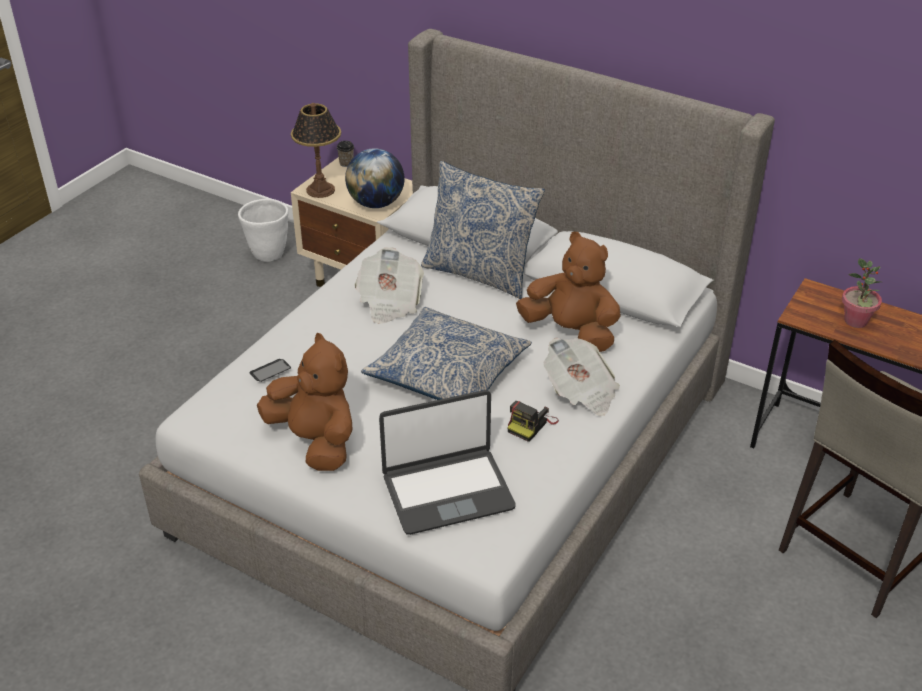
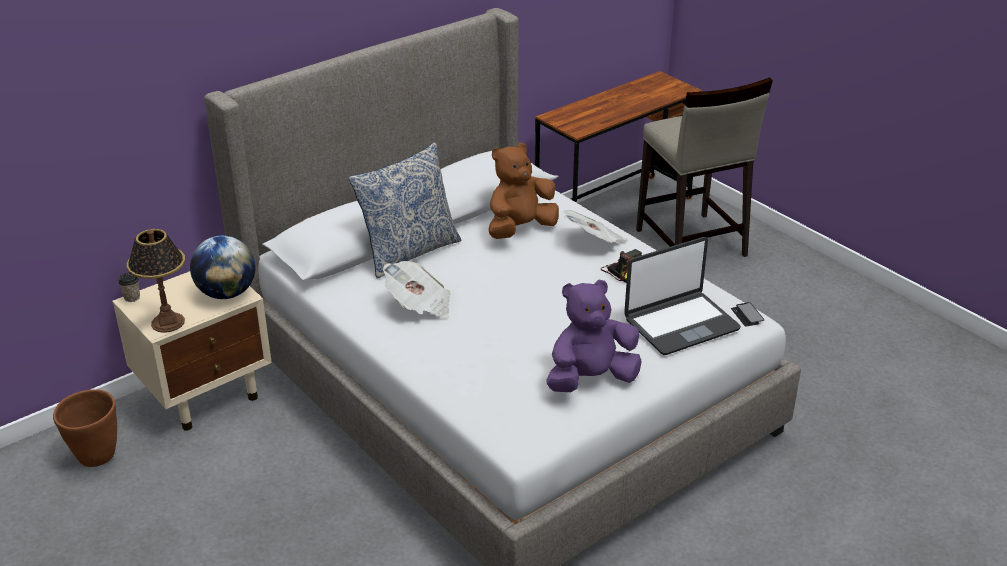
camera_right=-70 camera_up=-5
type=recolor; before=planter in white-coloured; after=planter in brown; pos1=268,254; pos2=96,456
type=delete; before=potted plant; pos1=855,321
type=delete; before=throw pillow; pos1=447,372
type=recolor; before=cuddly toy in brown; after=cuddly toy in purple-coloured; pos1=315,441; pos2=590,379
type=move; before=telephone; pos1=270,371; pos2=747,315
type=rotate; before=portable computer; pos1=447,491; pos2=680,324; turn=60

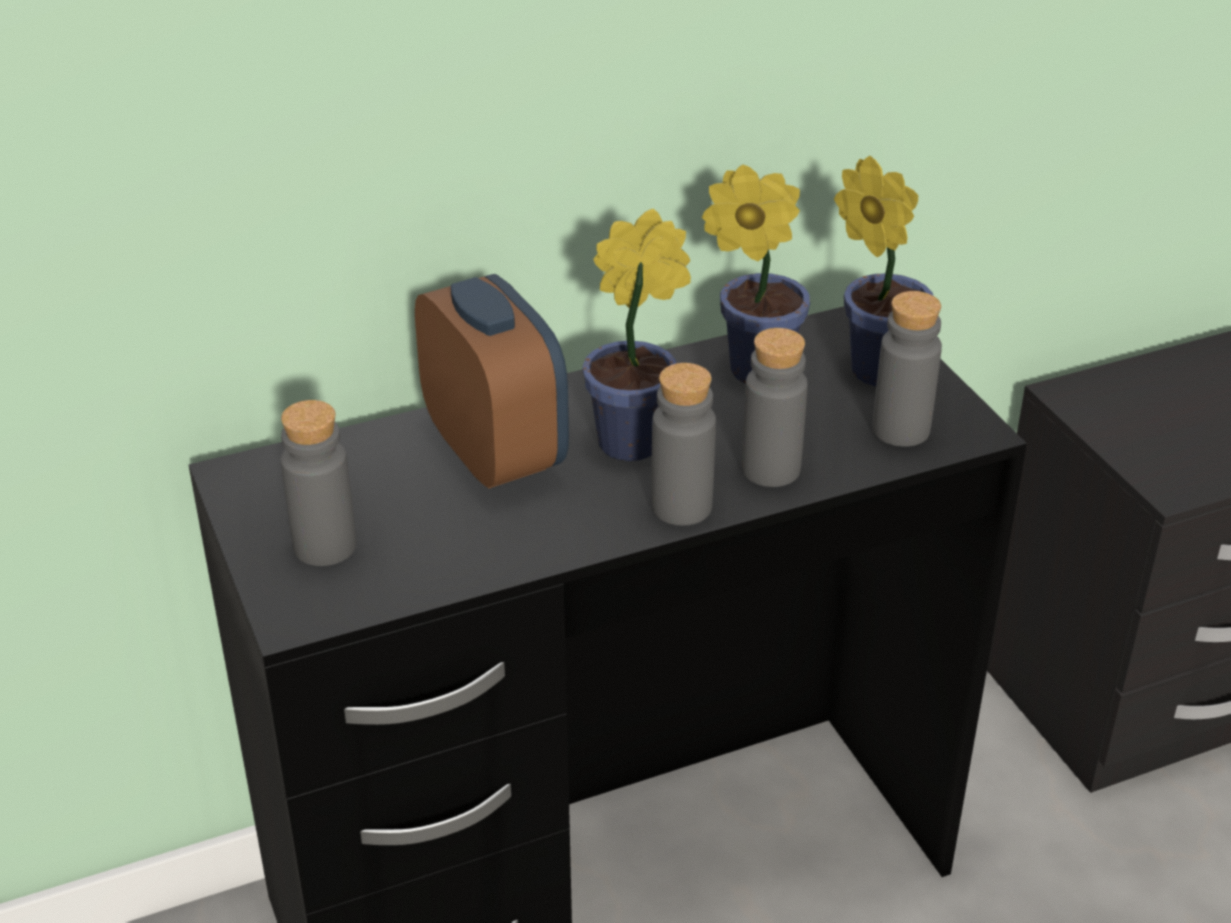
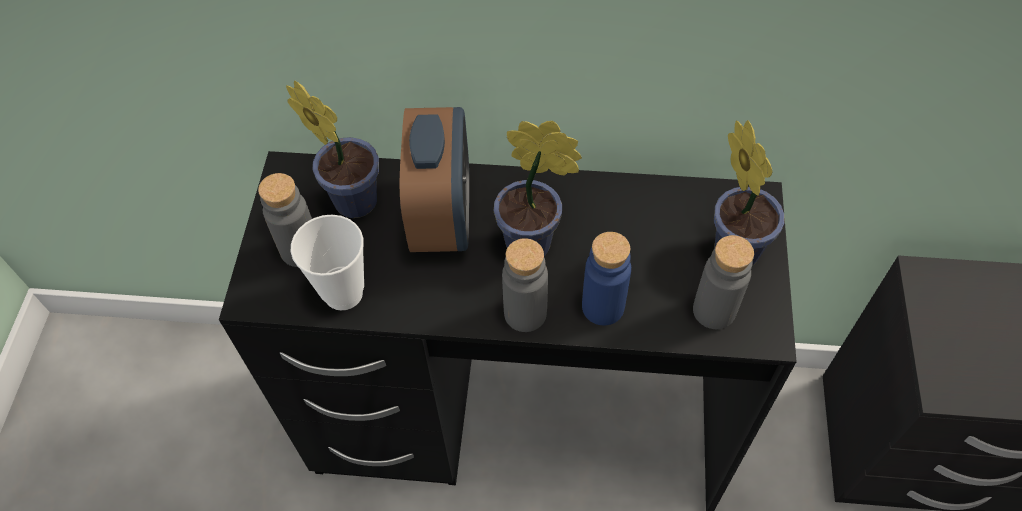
camera_right=30 camera_up=20
type=move; before=potted plant; pos1=751,370; pos2=351,198
type=recolor; before=drink bottle in gray; after=drink bottle in blue-coloured; pos1=770,469; pos2=603,307
type=insert; after=small cup; pos2=343,293

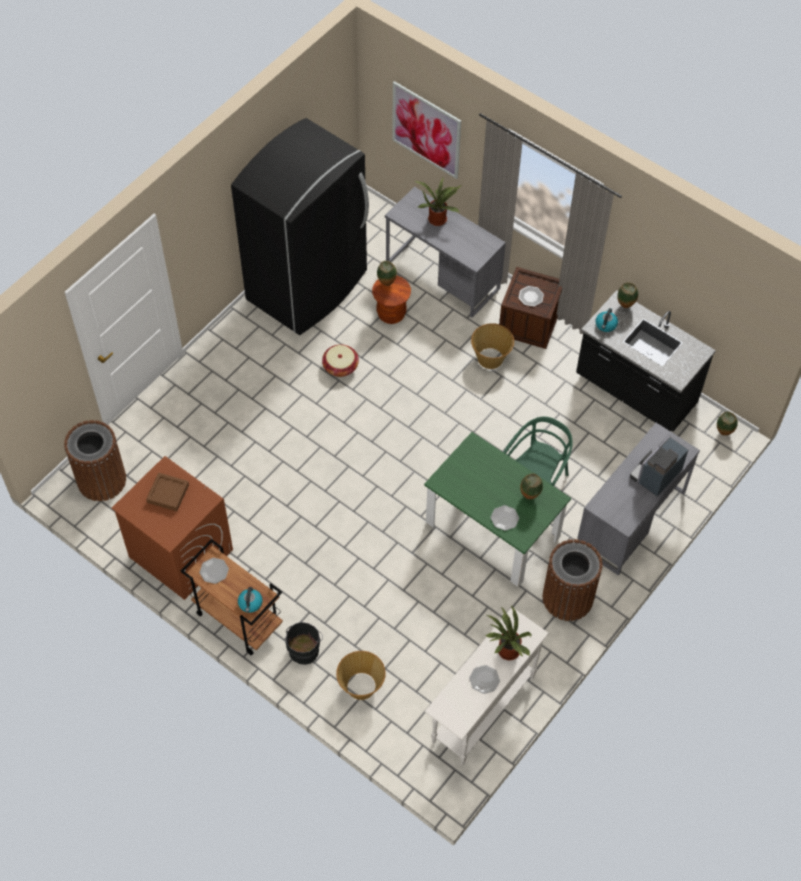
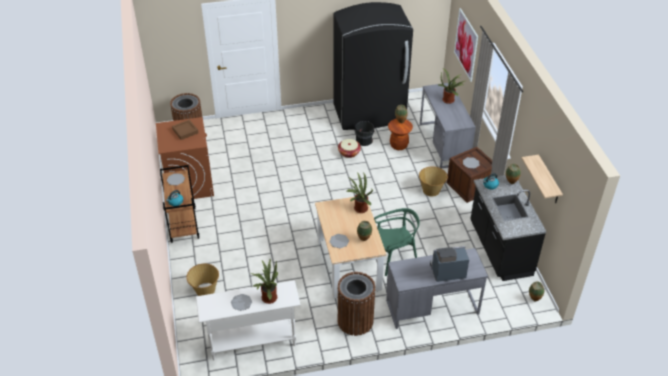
camera_right=40 camera_up=-15
type=recolor; before=kitchen table in greenish; after=kitchen table in sand-coloured; pos1=492,530; pos2=348,264
type=move; before=pail in black-coloured; pos1=304,649; pos2=365,140
type=insert; after=wall shelf; pos2=548,180
type=insert; after=potted plant; pos2=359,209

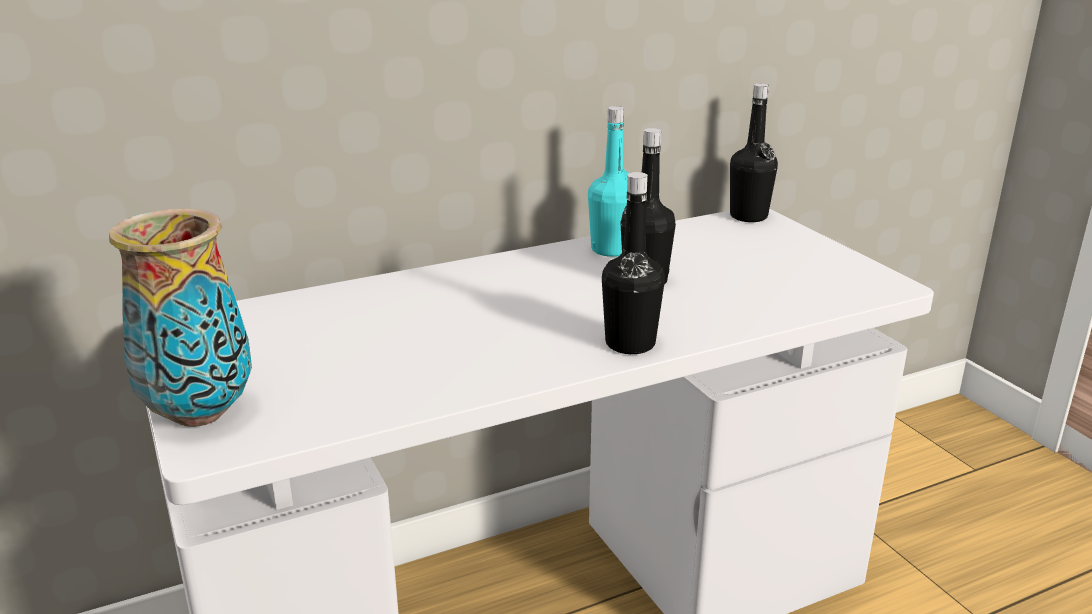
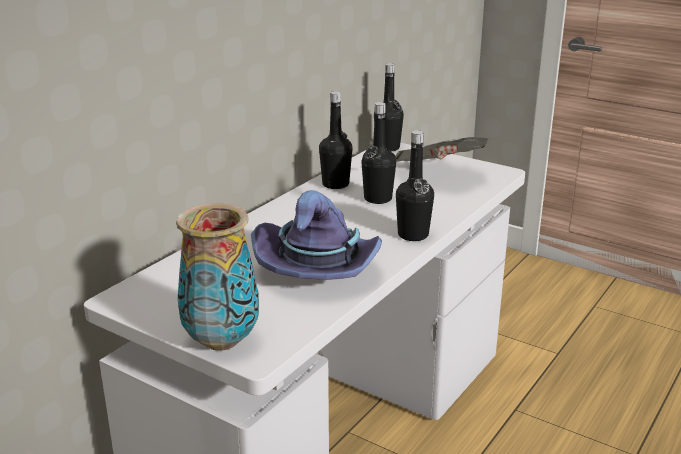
camera_right=-30 camera_up=0
type=recolor; before=drink bottle in turquoise; after=drink bottle in black-coloured; pos1=611,249; pos2=335,184
type=insert; after=printed paper; pos2=437,175
type=insert; after=clothing hat in purple-coloured; pos2=319,268

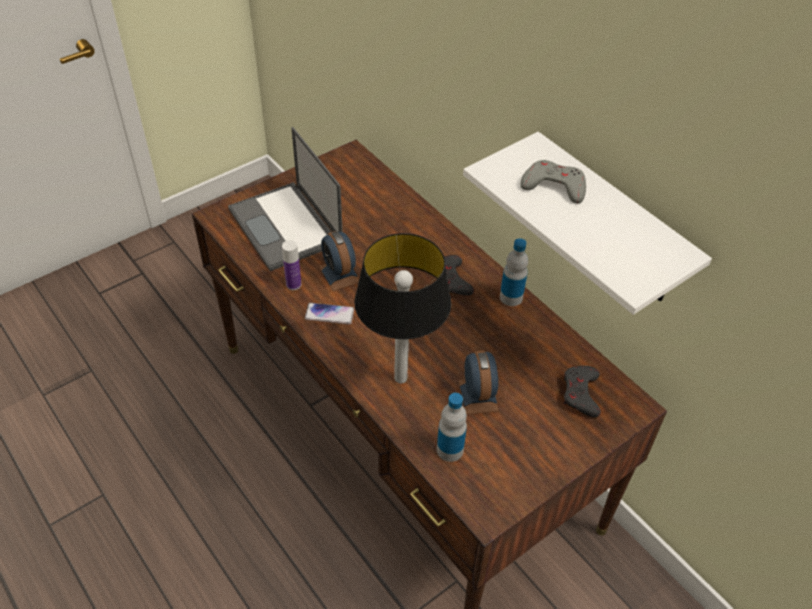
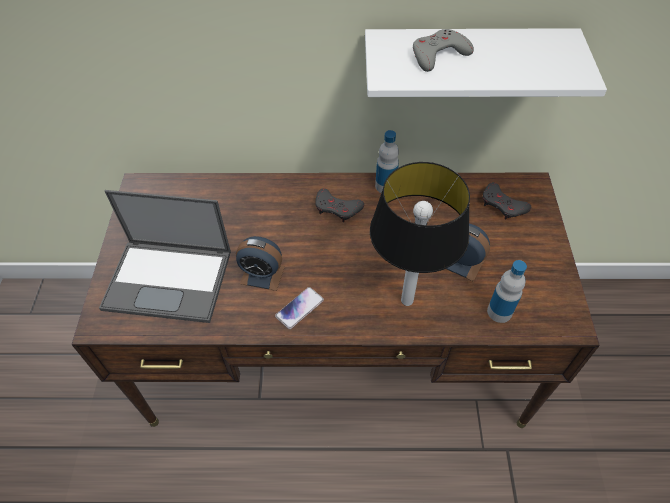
camera_right=-50 camera_up=5
type=delete; before=drink bottle; pos1=293,284

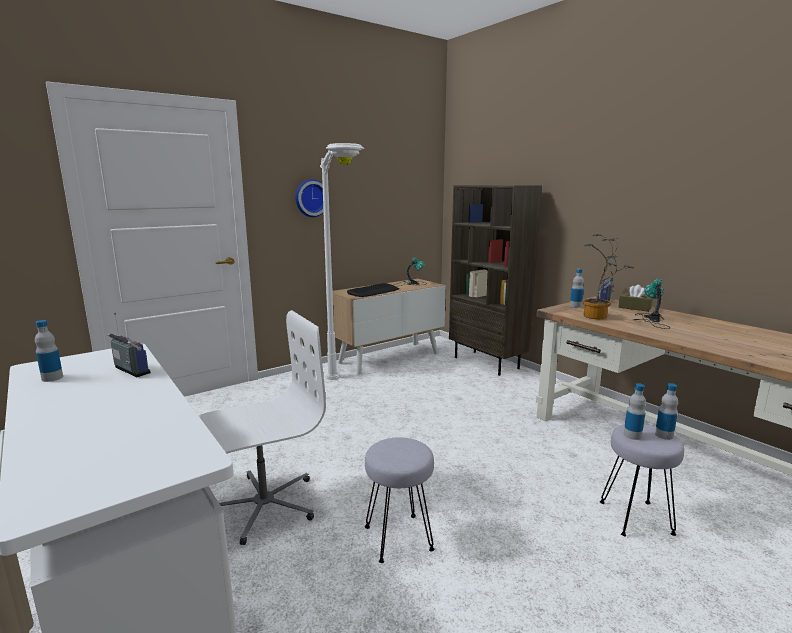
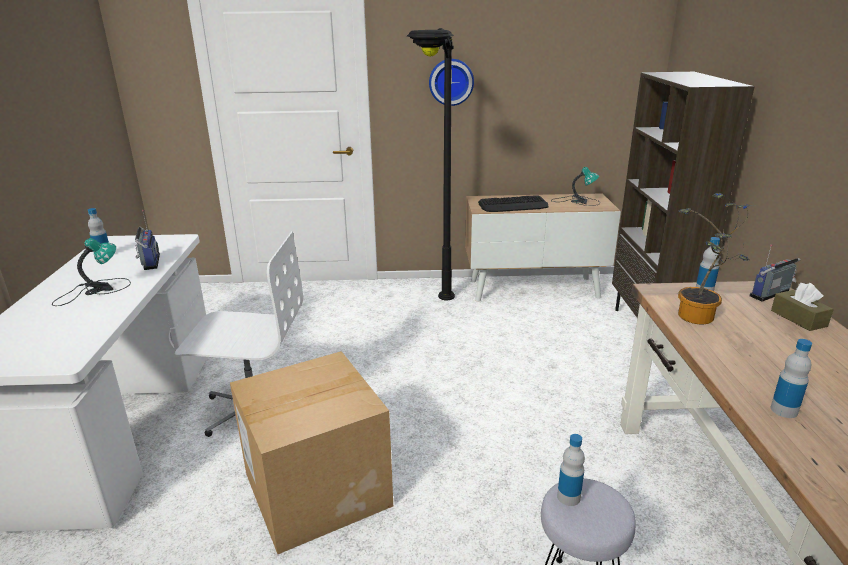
camera_right=35 camera_up=10
type=recolor; before=floor lamp in white-coloured; after=floor lamp in black-coloured; pos1=345,395; pos2=436,322
type=move; before=table lamp; pos1=651,320; pos2=94,290
type=move; before=drink bottle; pos1=664,435; pos2=784,410
type=replace; before=sitting stool in gray; after=packing box; pos1=399,538; pos2=317,489

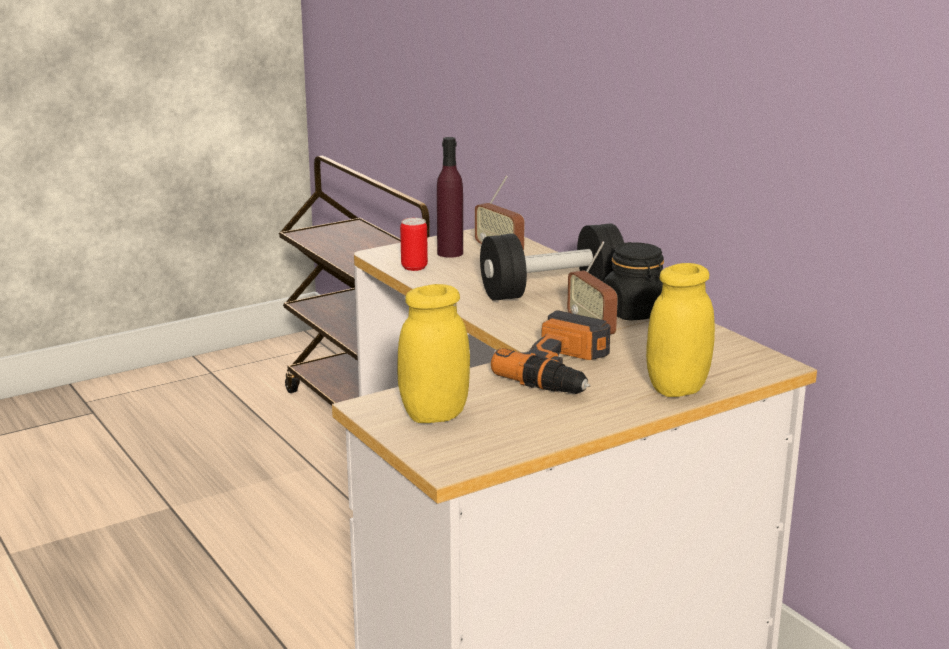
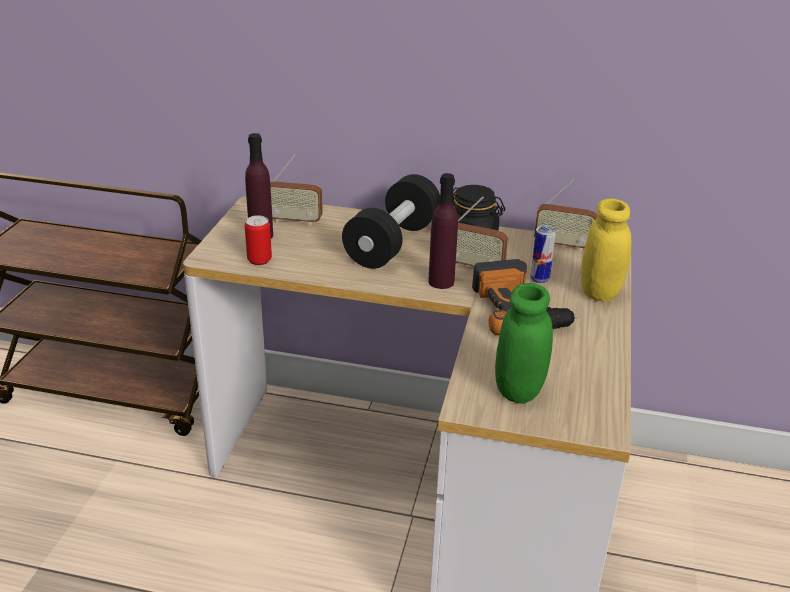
camera_right=-45 camera_up=10
type=recolor; before=preserve jar in yellowish; after=preserve jar in greenish; pos1=434,415; pos2=519,390
type=insert; after=drink bottle in purple-coloured; pos2=441,282
type=insert; after=radio receiver; pos2=562,245
type=insert; after=metal can; pos2=539,280

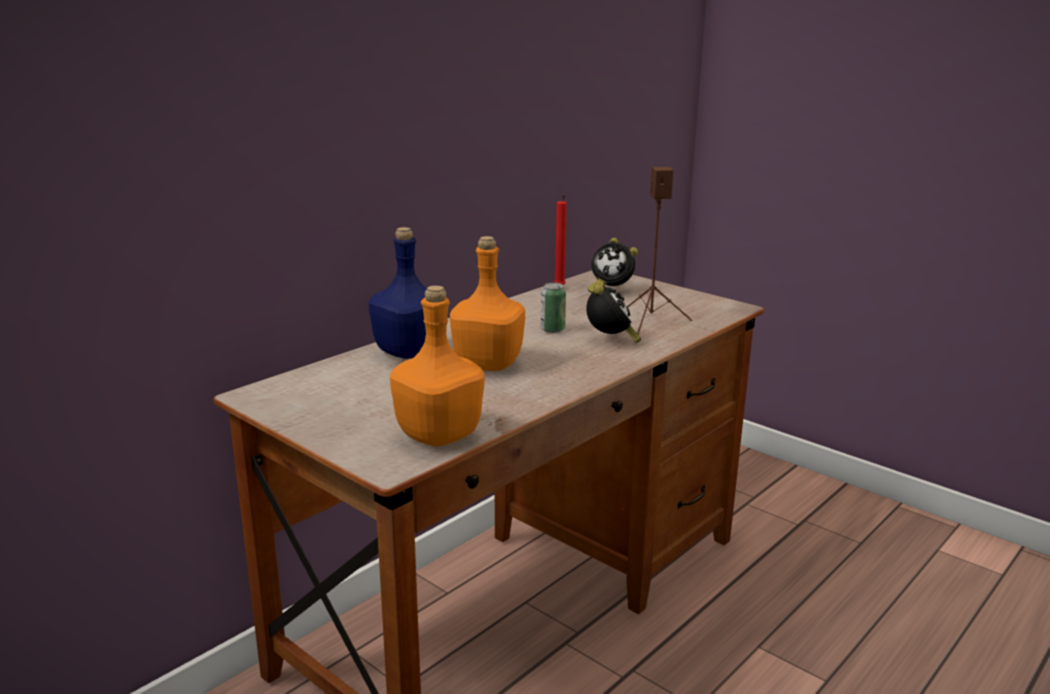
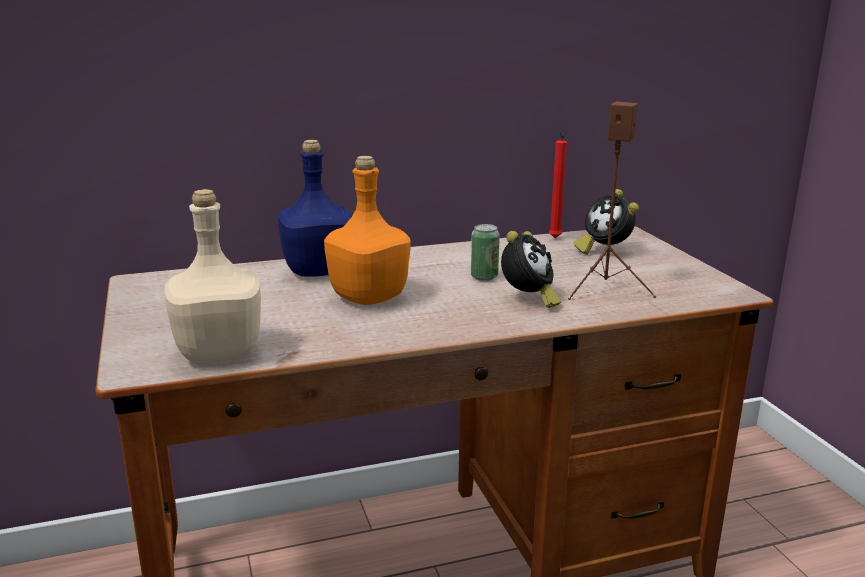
camera_right=30 camera_up=0
type=recolor; before=drink bottle in orange; after=drink bottle in sand-coloured; pos1=437,435; pos2=217,353

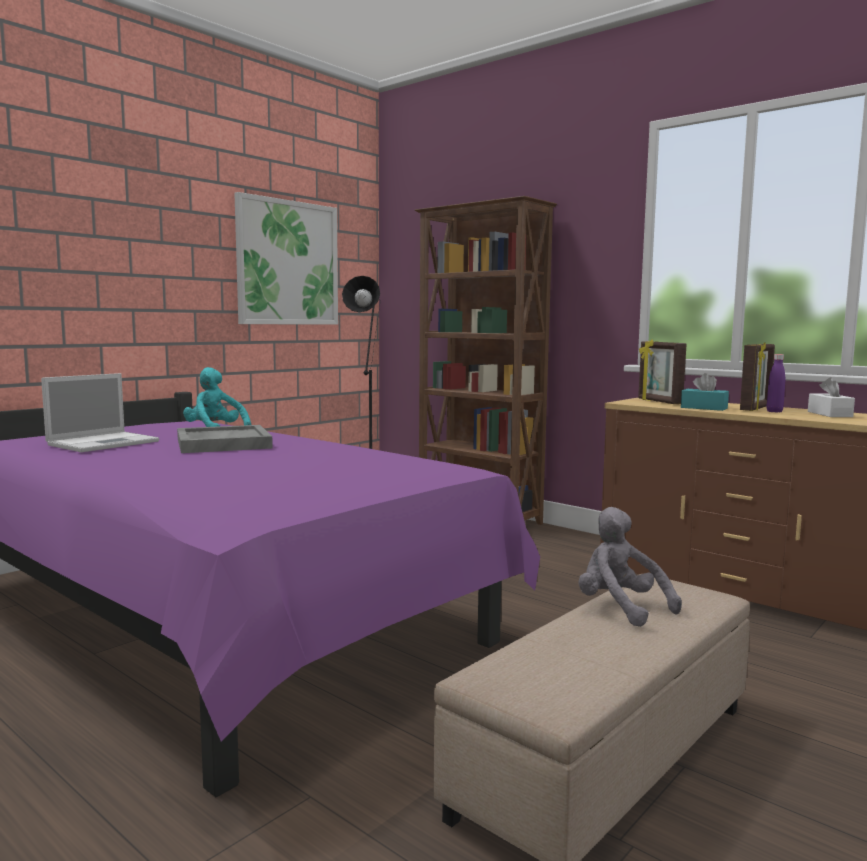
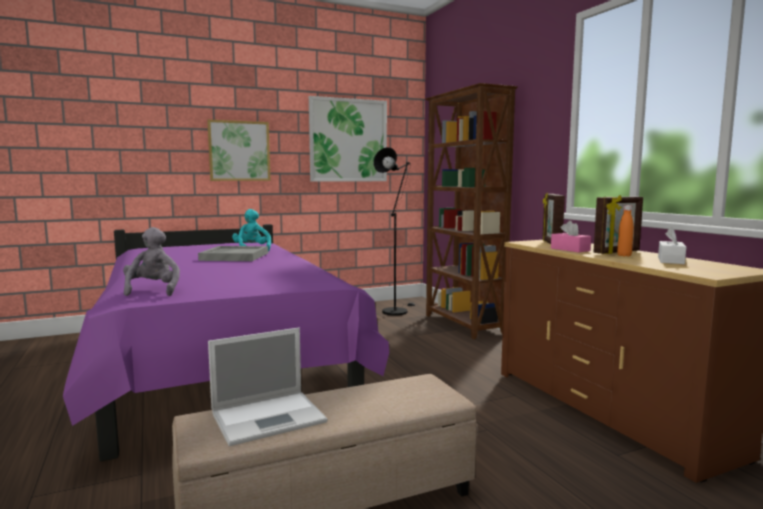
camera_right=25 camera_up=0
type=recolor; before=drink bottle in purple-coloured; after=drink bottle in orange; pos1=774,411; pos2=624,255
type=move; before=portable computer; pos1=105,443; pos2=270,417
type=recolor; before=tissue holder in turquoise; after=tissue holder in pinkish; pos1=704,408; pos2=570,249
type=move; before=cuddly toy in gray; pos1=620,608; pos2=153,290
type=insert; after=wall art; pos2=239,151

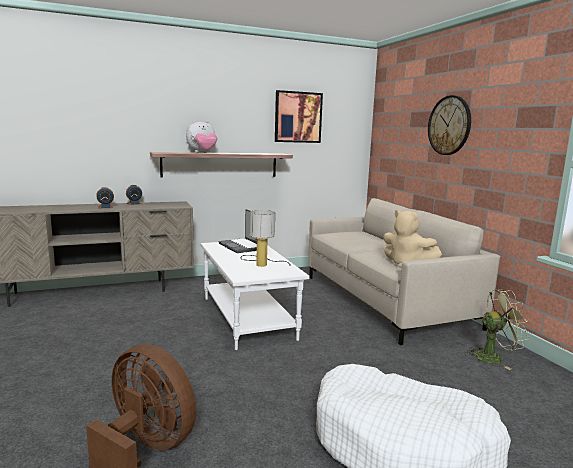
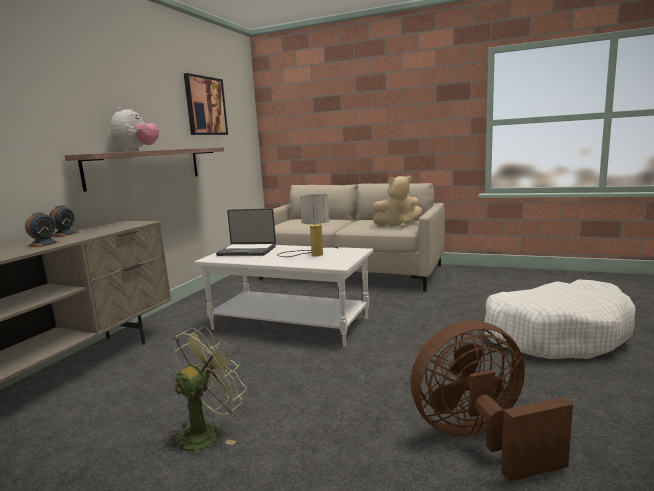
camera_right=-45 camera_up=0
type=delete; before=hanging clock; pos1=449,125
type=move; before=fan in greenish; pos1=494,357; pos2=207,432

